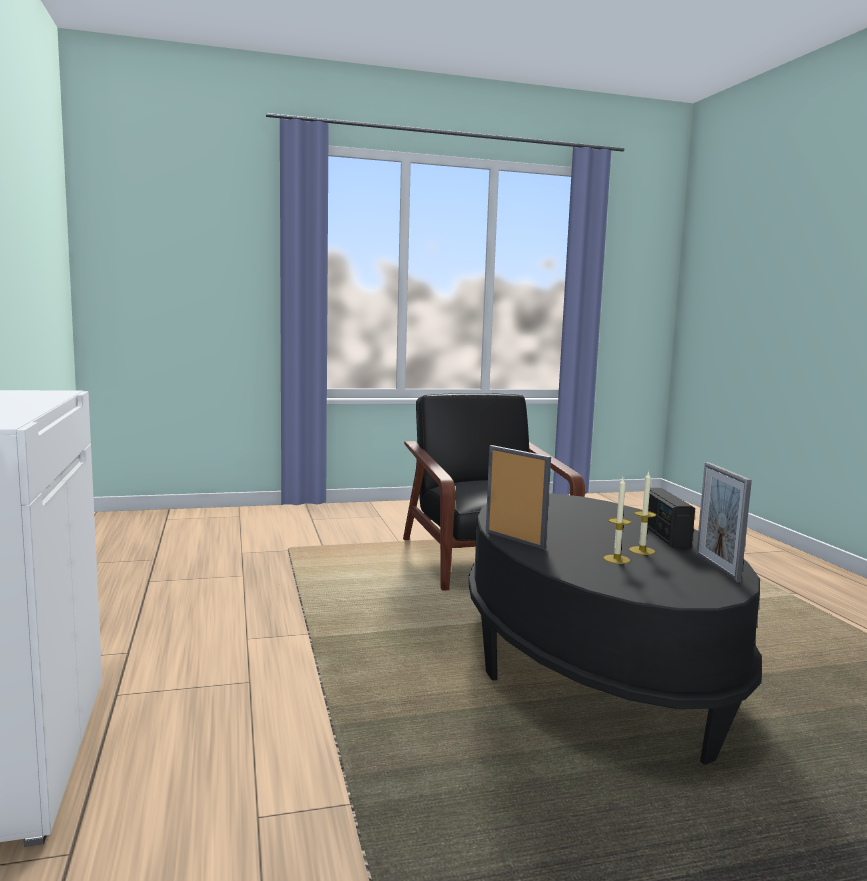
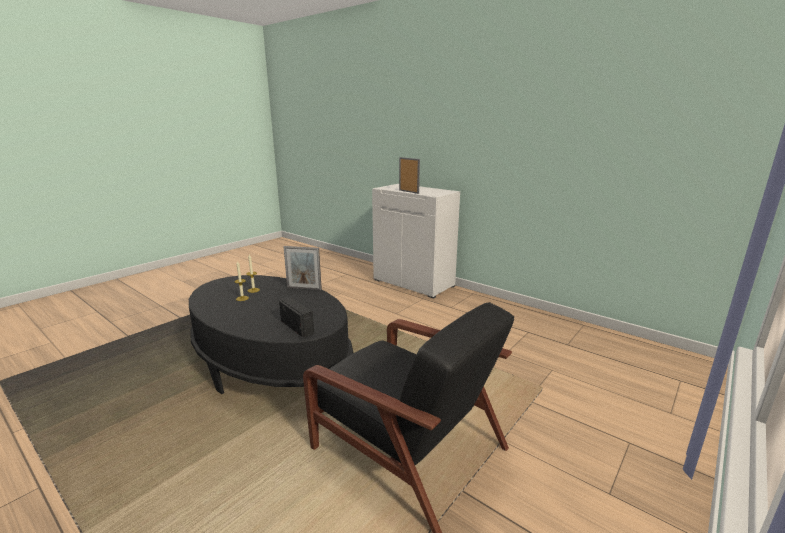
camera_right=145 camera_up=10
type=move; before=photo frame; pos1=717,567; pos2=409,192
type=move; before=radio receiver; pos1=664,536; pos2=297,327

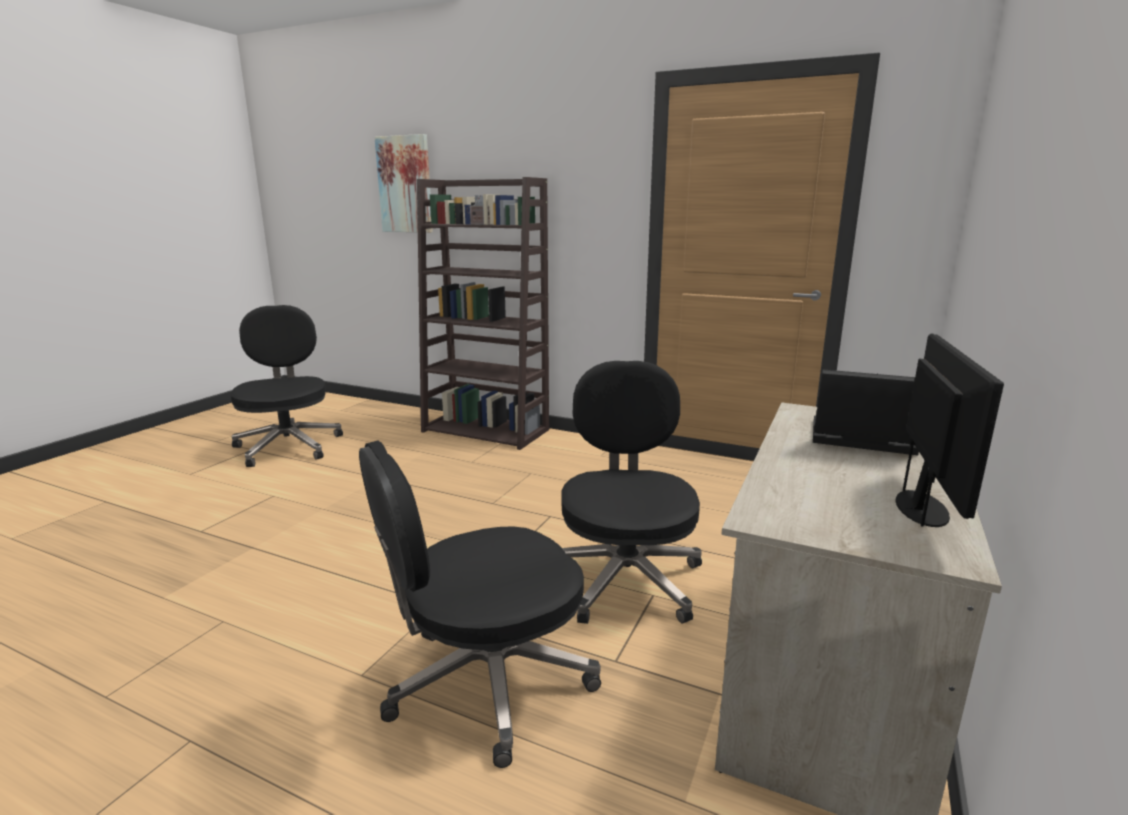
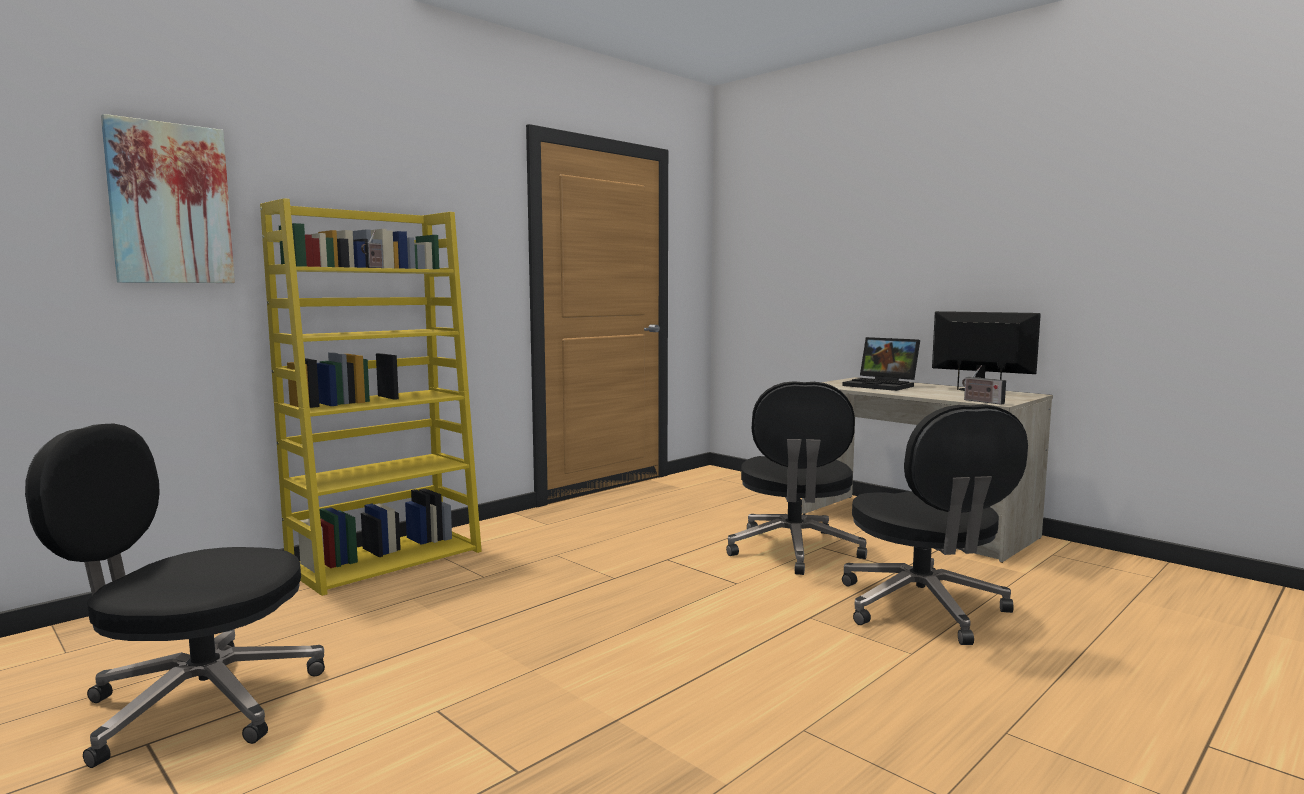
camera_right=-70 camera_up=-10
type=recolor; before=bookshelf in brown; after=bookshelf in yellowish; pos1=487,430; pos2=387,559
type=rotate; before=office chair in black-coloured; pos1=625,578; pos2=794,550; turn=-105
type=rotate; before=portable computer; pos1=859,440; pos2=882,385; turn=-90
type=insert; after=radio receiver; pos2=981,401

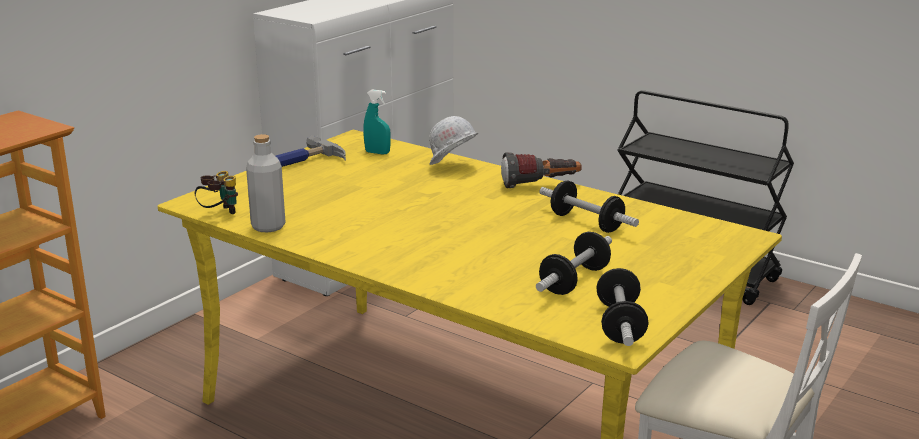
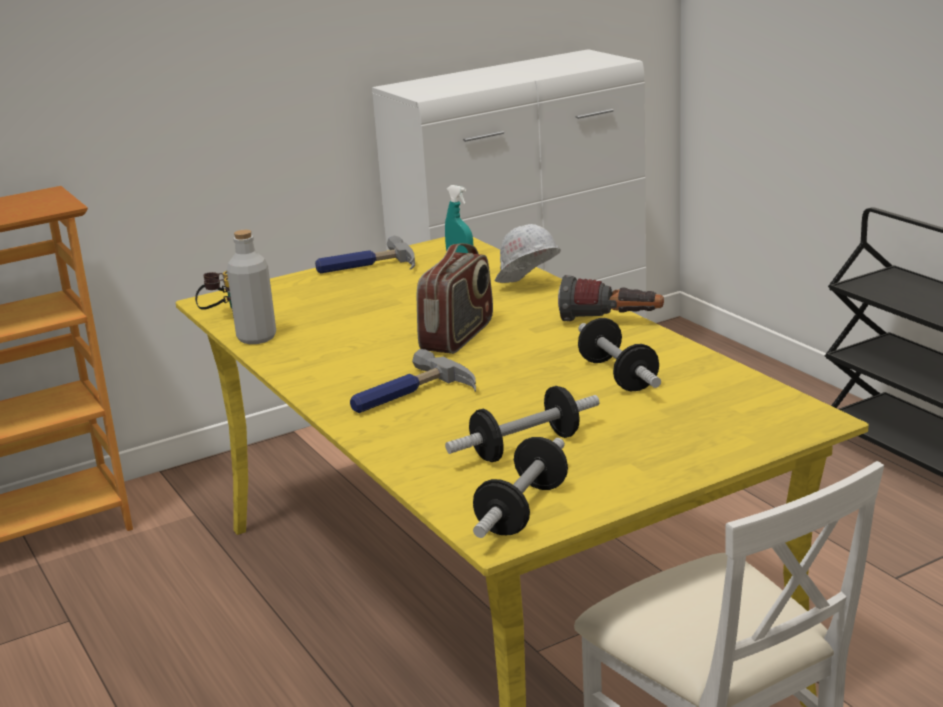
camera_right=25 camera_up=0
type=insert; after=radio receiver; pos2=458,336
type=insert; after=hammer; pos2=409,396

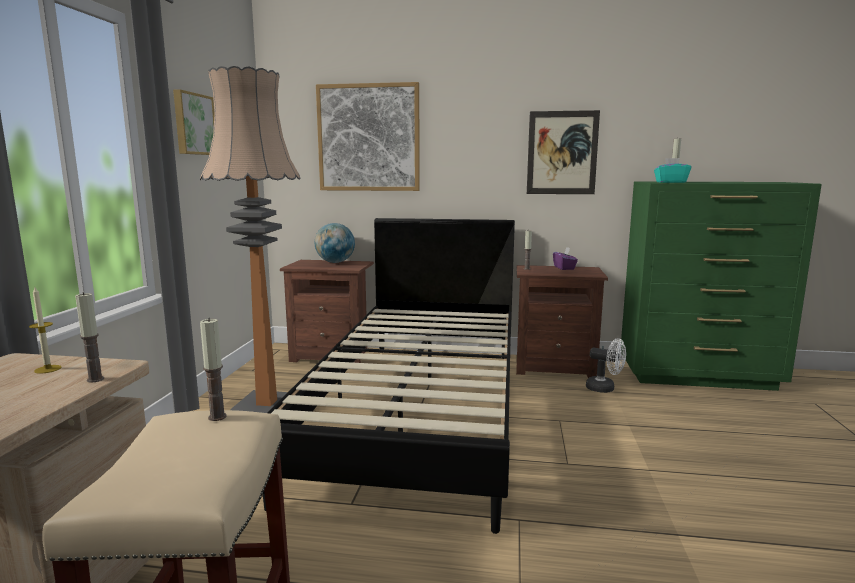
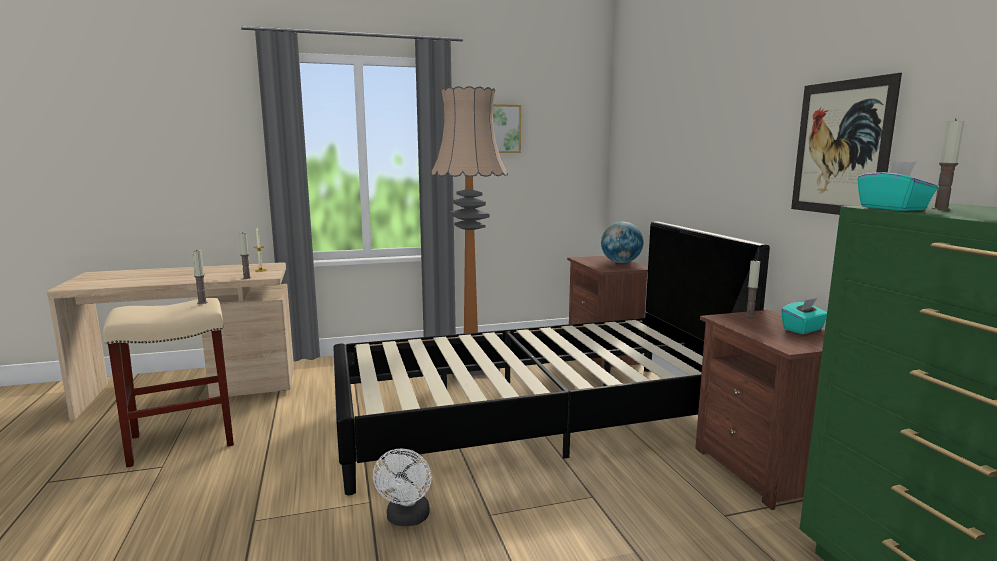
camera_right=65 camera_up=0
type=delete; before=wall art; pos1=368,138
type=recolor; before=tissue holder in purple-coloured; after=tissue holder in turquoise; pos1=564,268; pos2=803,329
type=move; before=fan in white-coloured; pos1=605,388; pos2=407,519

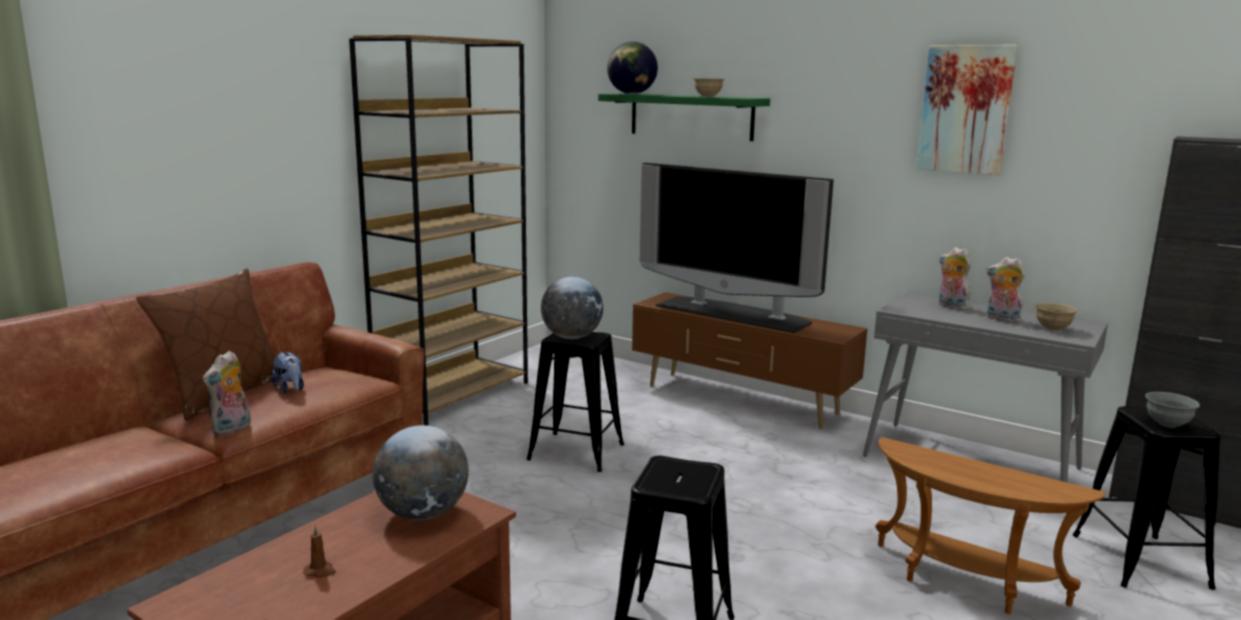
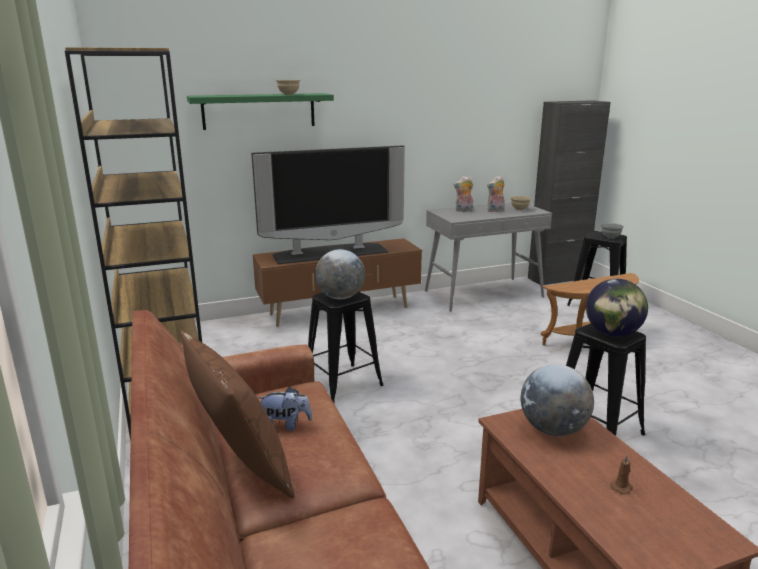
camera_right=-55 camera_up=5
type=move; before=desk globe; pos1=631,94; pos2=612,334
type=delete; before=wall art; pos1=965,109
type=delete; before=cuddly toy; pos1=232,429

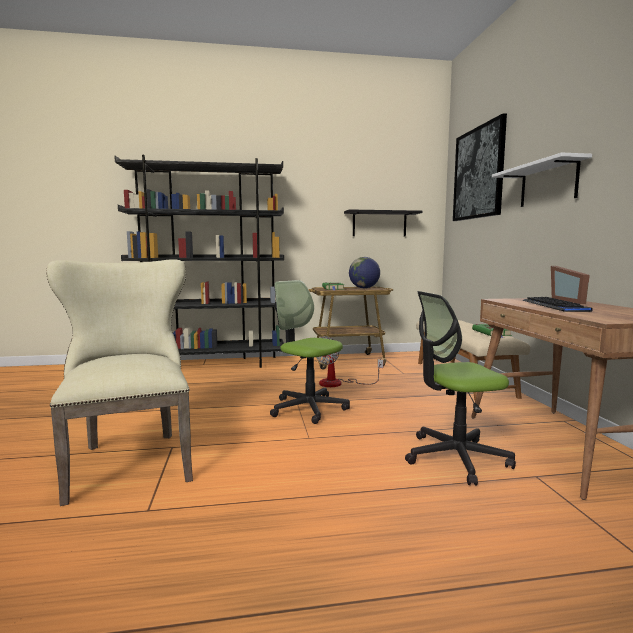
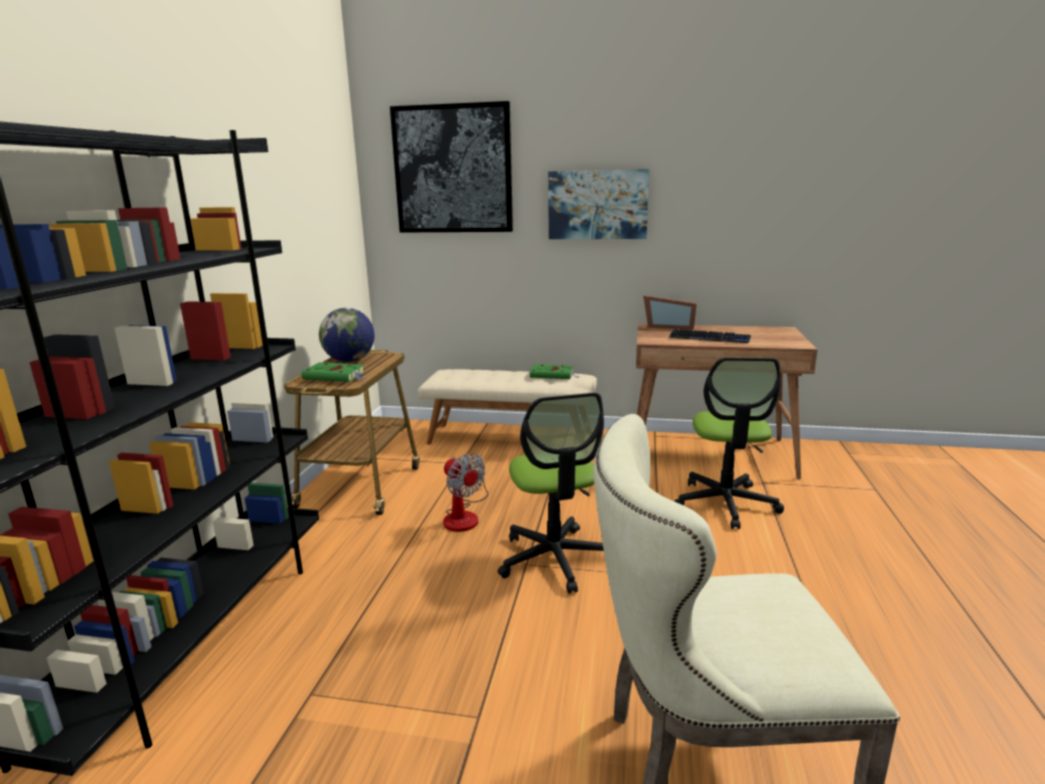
camera_right=-70 camera_up=10
type=replace; before=wall shelf in white-coloured; after=wall art; pos1=548,184; pos2=597,205
type=delete; before=wall shelf in black-coloured; pos1=379,224
type=rotate; before=office chair; pos1=308,408; pos2=555,558; turn=-75

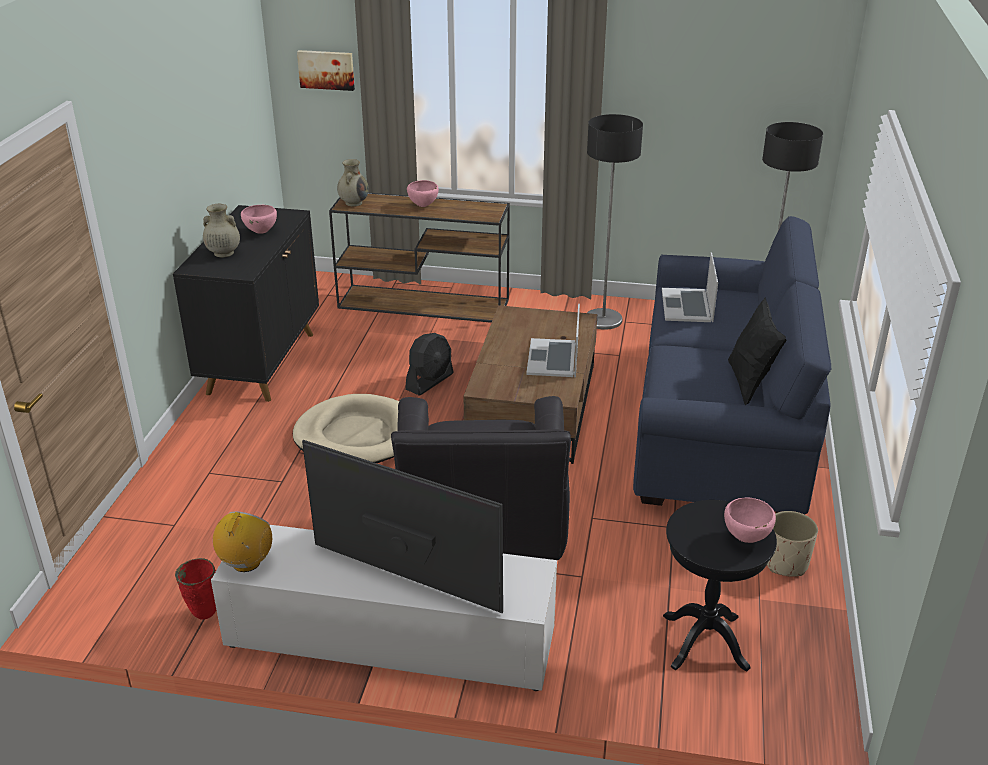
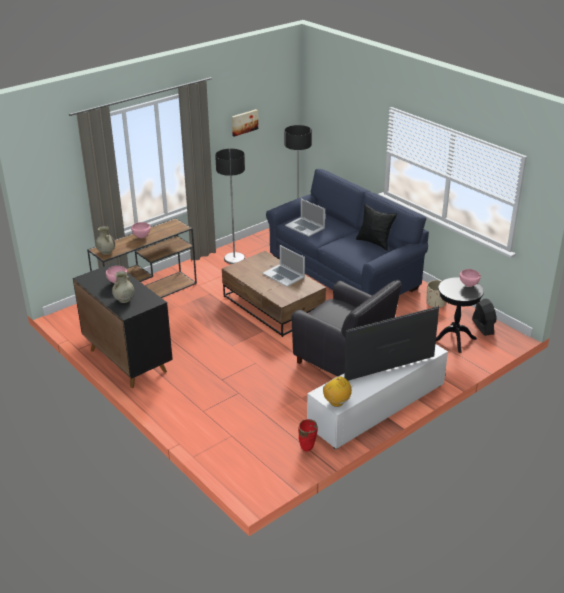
camera_right=-50 camera_up=0
type=move; before=wall art; pos1=326,69; pos2=244,122
type=move; before=fan in black-coloured; pos1=430,381; pos2=483,326
type=delete; before=dog cushion in sand-coloured; pos1=357,435

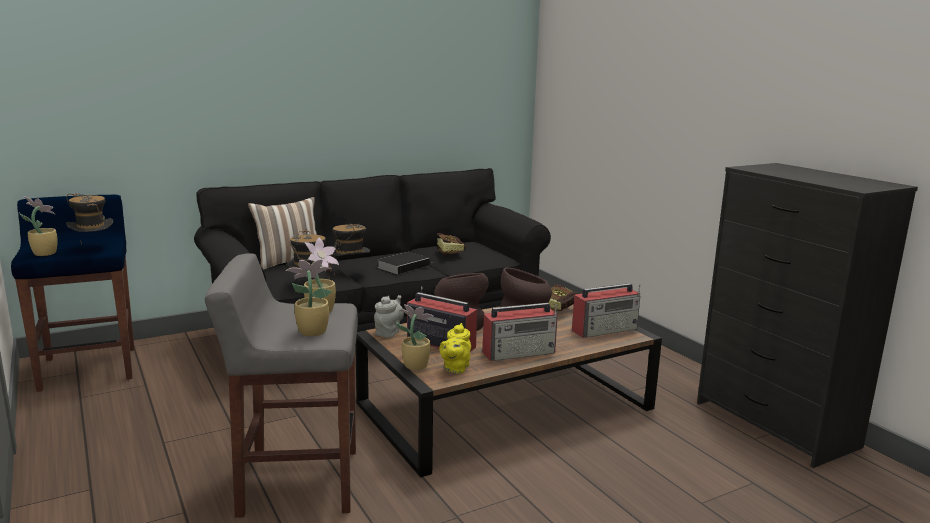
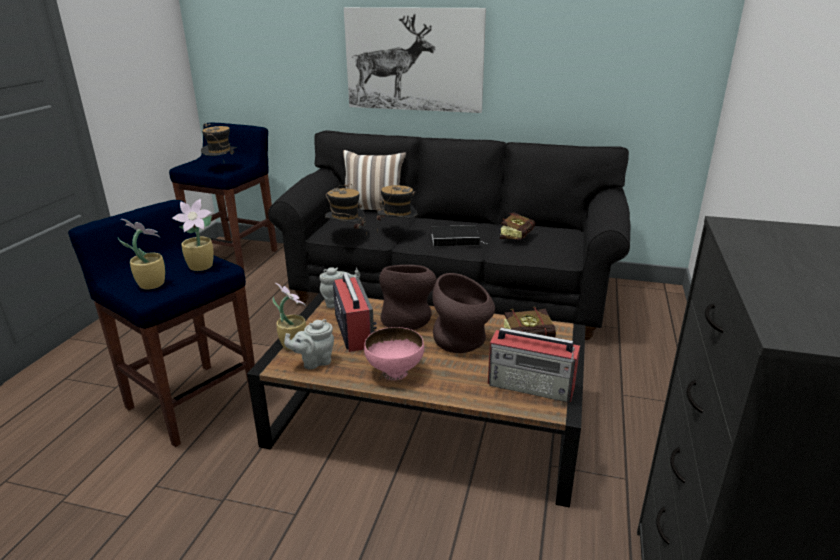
camera_right=45 camera_up=10
type=delete; before=potted plant; pos1=44,253
type=recolor; before=sitting stool in gray; after=sitting stool in blue-coloured; pos1=297,482; pos2=192,402
type=replace; before=radio receiver; after=bowl in pinkish; pos1=520,353; pos2=395,372
type=recolor; before=pot for tea in yellowish; after=pot for tea in gray; pos1=455,368; pos2=314,362
type=insert; after=wall art; pos2=414,60

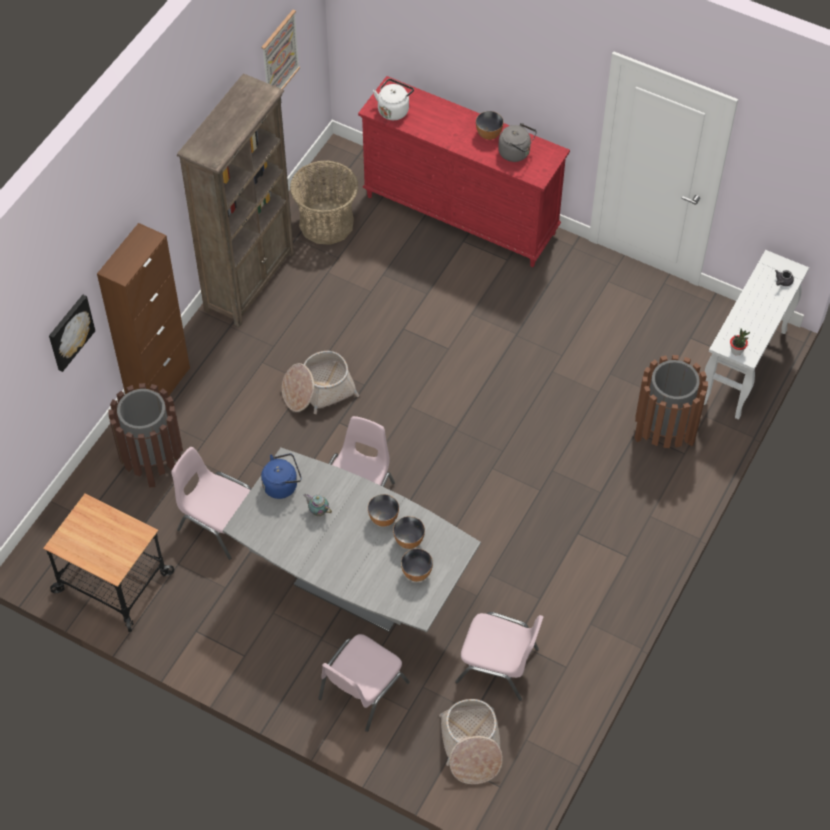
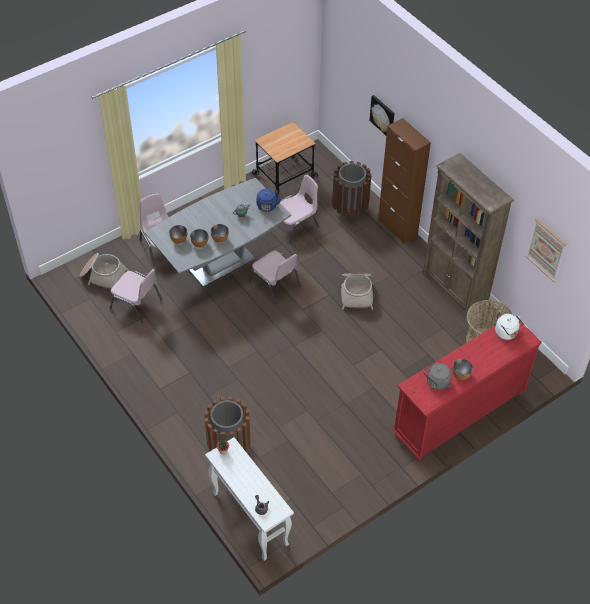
camera_right=115 camera_up=-5
type=rotate; before=plain chair in pinkish; pos1=498,665; pos2=137,304; turn=-105

